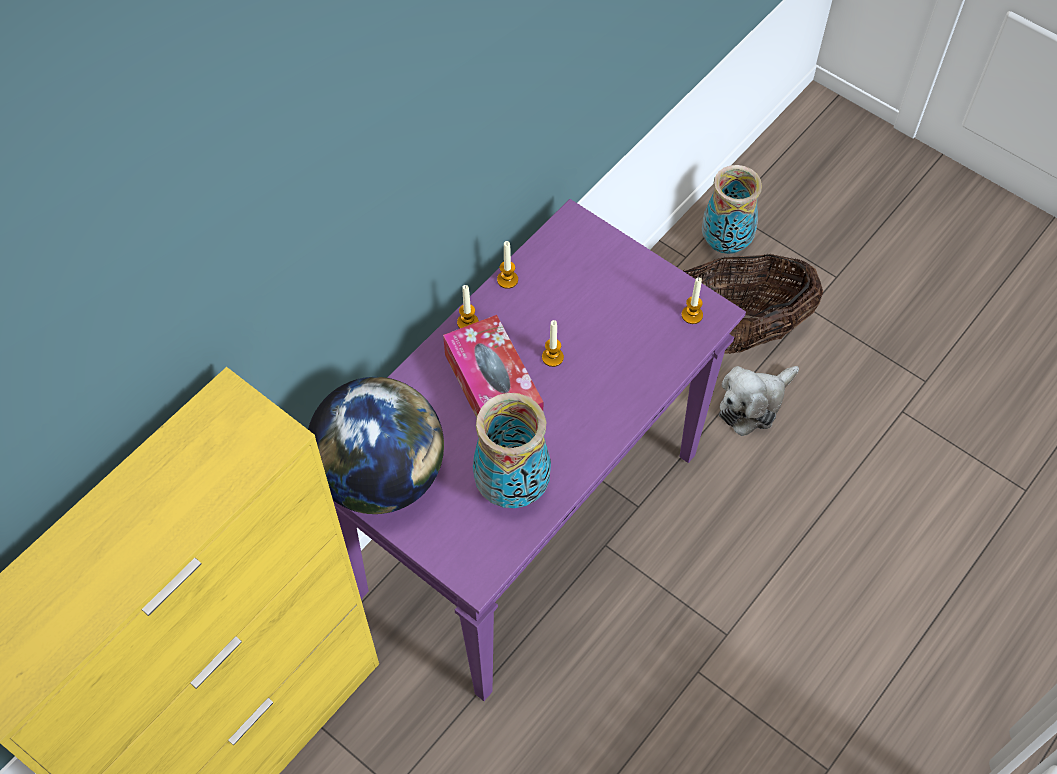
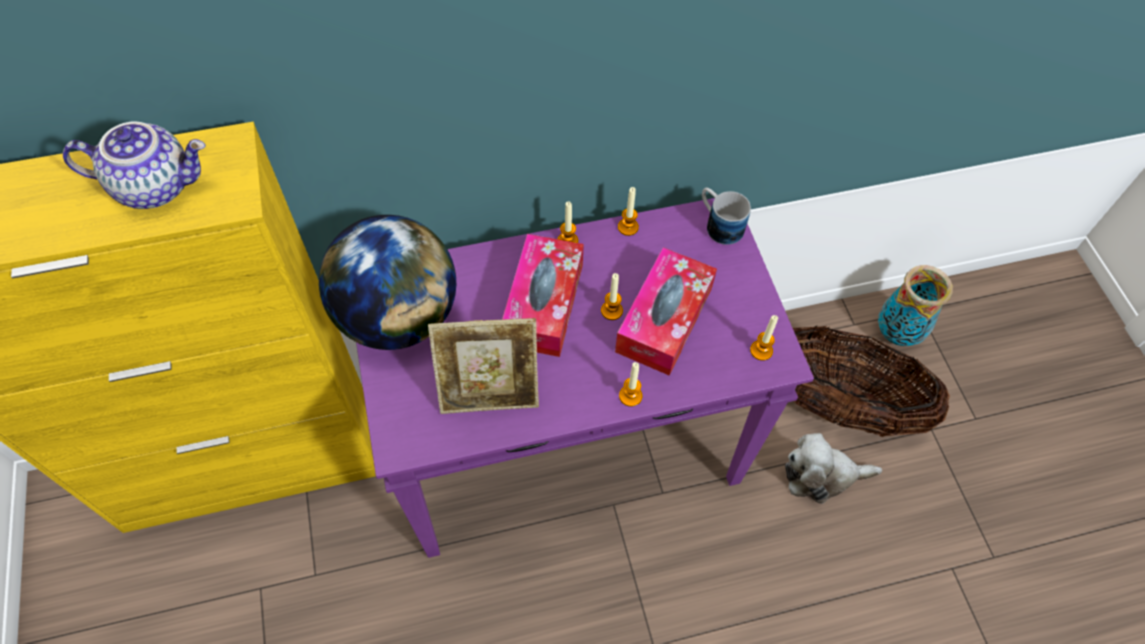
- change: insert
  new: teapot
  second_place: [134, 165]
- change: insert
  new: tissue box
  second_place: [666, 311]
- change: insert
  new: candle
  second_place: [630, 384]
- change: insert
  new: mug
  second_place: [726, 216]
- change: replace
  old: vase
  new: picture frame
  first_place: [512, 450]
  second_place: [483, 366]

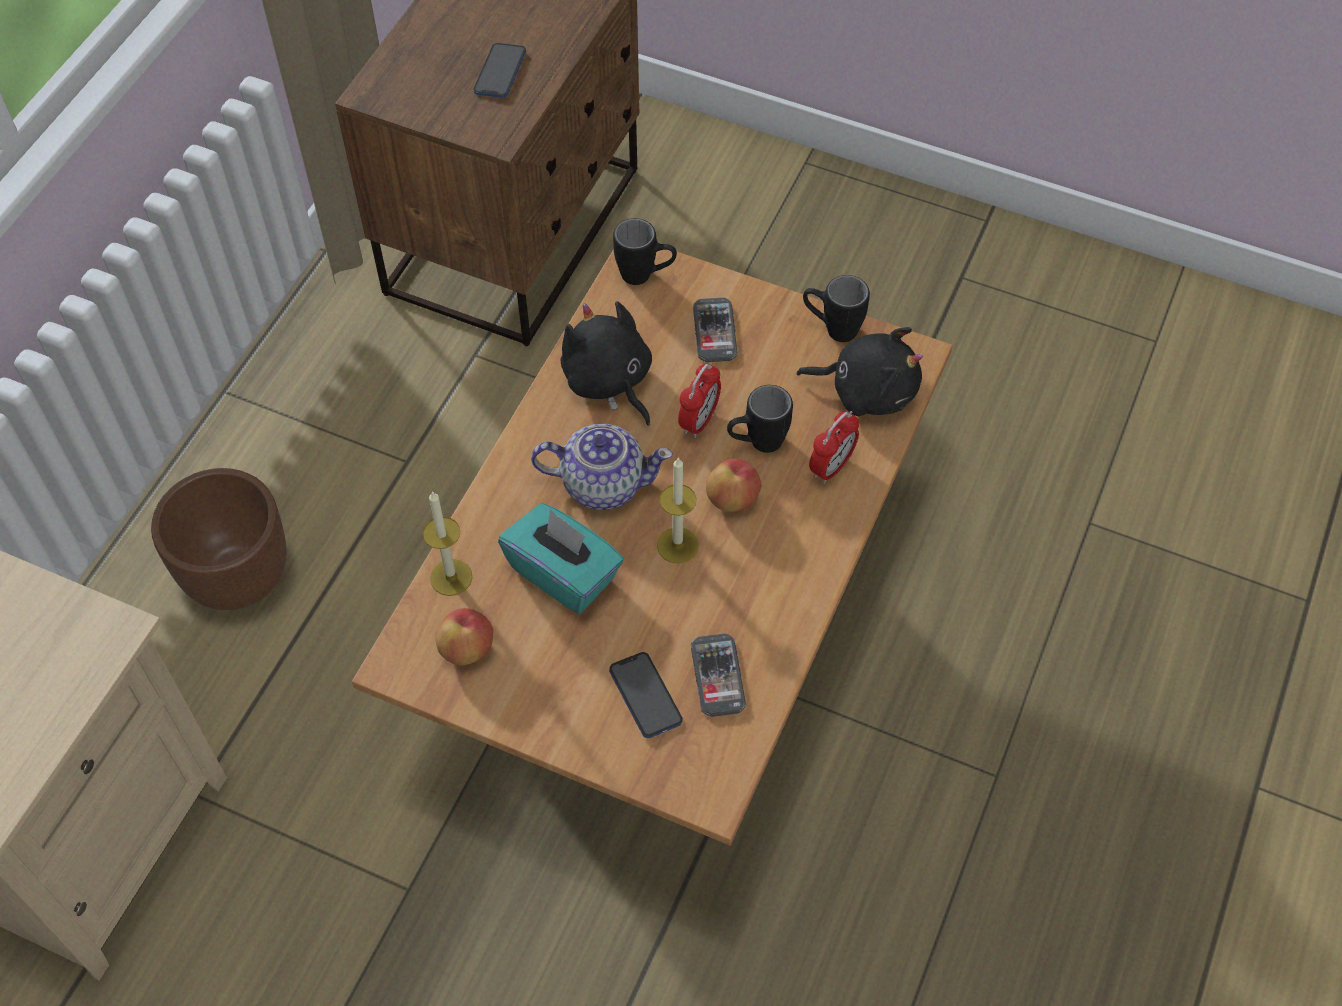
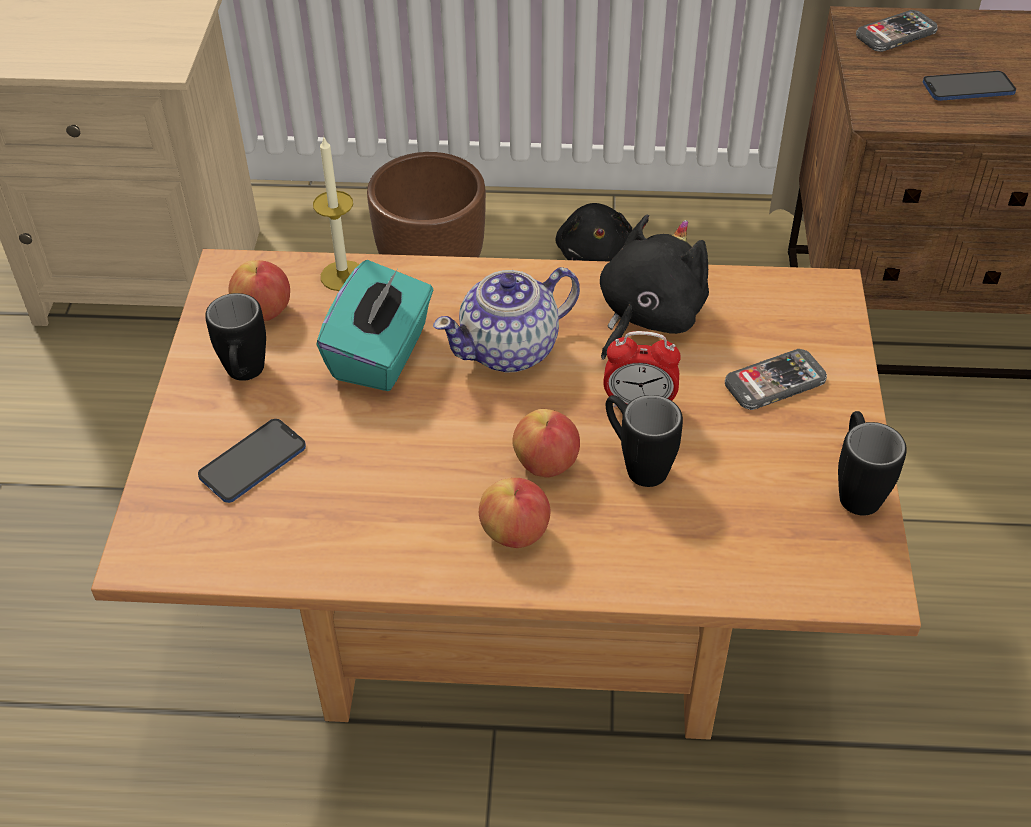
- change: delete
  old: candle
  first_place: [678, 510]
- change: delete
  old: alarm clock
  first_place: [834, 447]
- change: insert
  new: apple
  second_place: [515, 513]
- change: move
  old: black mug
  first_place: [645, 251]
  second_place: [235, 337]
- change: move
  old: phone
  first_place: [718, 675]
  second_place: [896, 31]
- change: move
  old: black plush toy
  first_place: [859, 371]
  second_place: [593, 232]
- change: rotate
  old: teapot
  first_place: [602, 467]
  second_place: [506, 320]
  degrees: 75

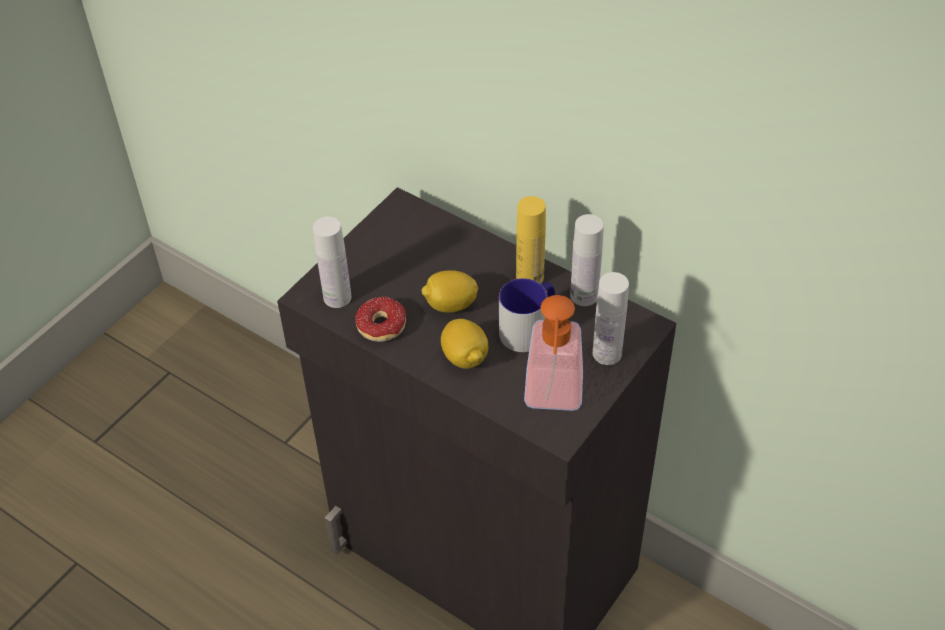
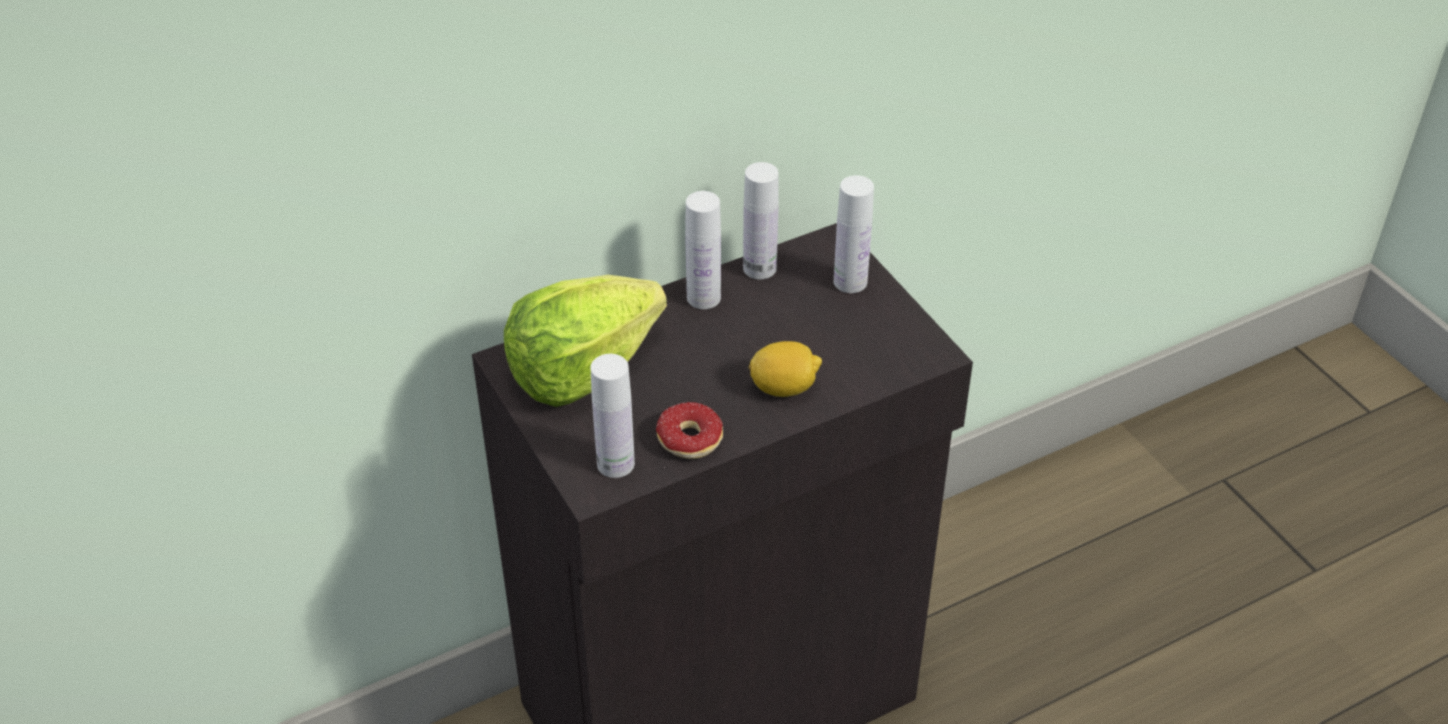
- change: delete
  old: lemon
  first_place: [450, 291]
- change: delete
  old: mug
  first_place: [527, 315]
- change: delete
  old: soap dispenser
  first_place: [553, 353]
- change: insert
  new: lettuce
  second_place: [585, 341]
- change: recolor
  old: yellow bottle
  new: white bottle
  first_place: [531, 240]
  second_place: [703, 250]

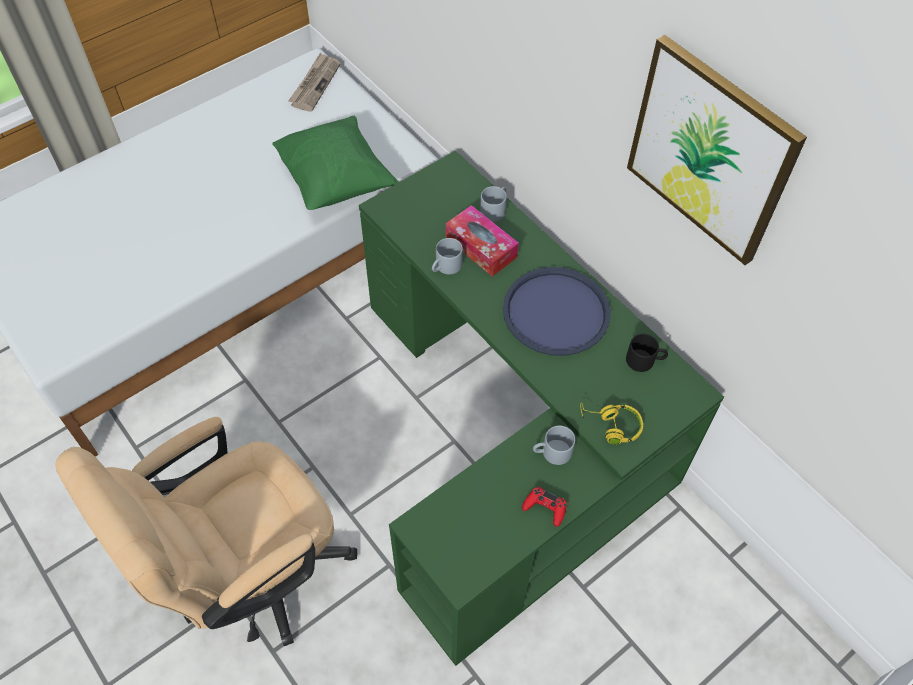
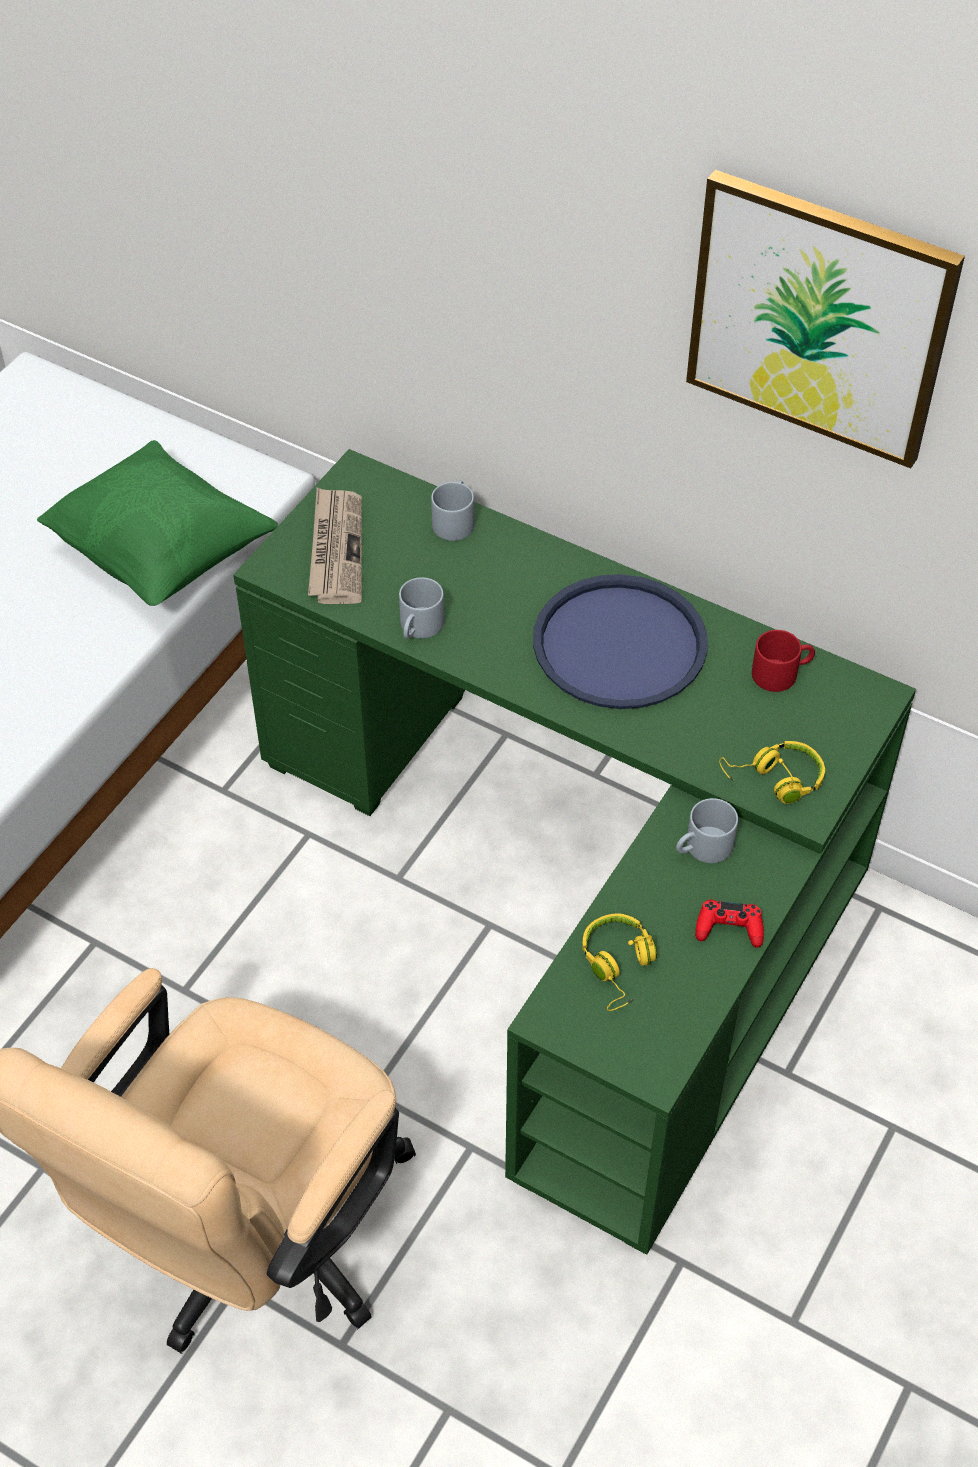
- change: delete
  old: tissue box
  first_place: [482, 240]
- change: insert
  new: yellow headphones
  second_place: [619, 962]
- change: move
  old: newspaper
  first_place: [314, 82]
  second_place: [335, 546]
- change: recolor
  old: black mug
  new: red mug
  first_place: [647, 353]
  second_place: [783, 661]

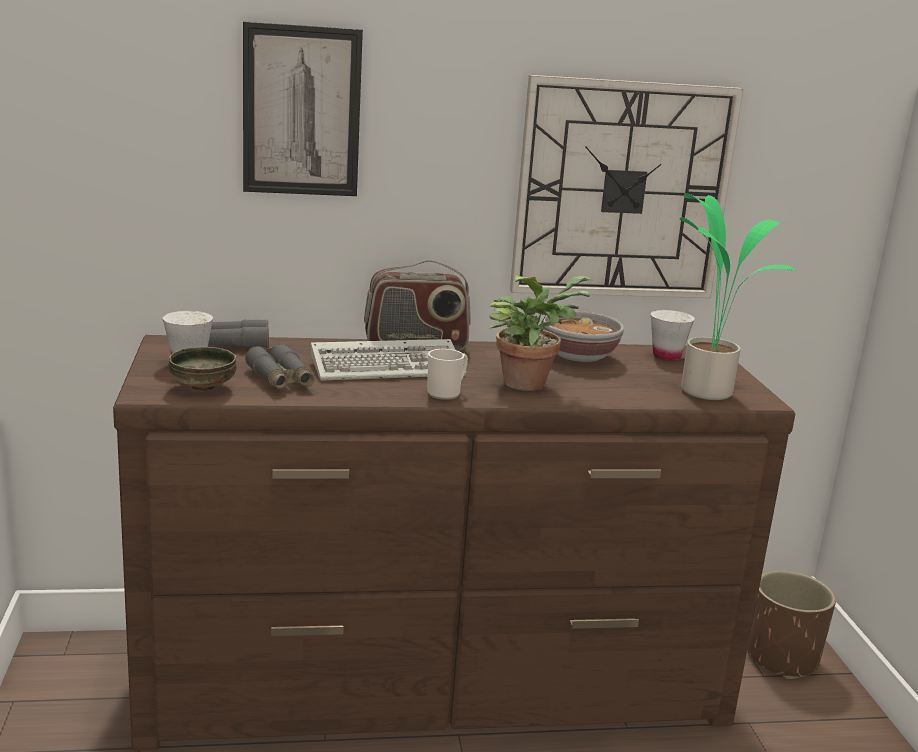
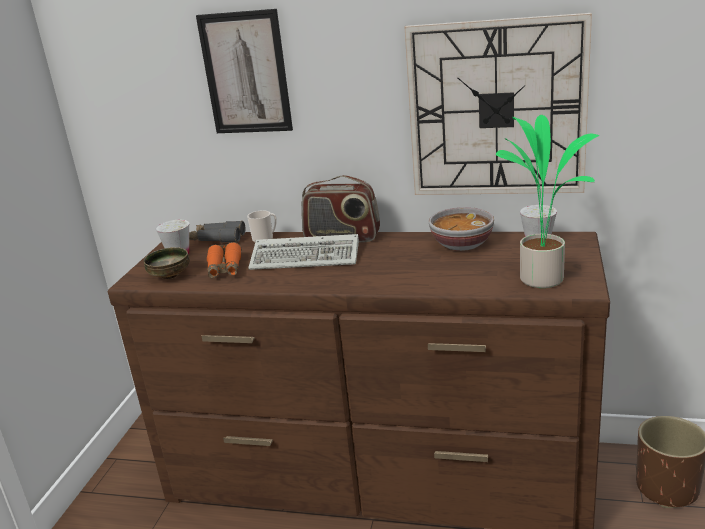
- change: delete
  old: potted plant
  first_place: [540, 333]
- change: move
  old: mug
  first_place: [447, 374]
  second_place: [262, 226]
- change: recolor
  old: grey binoculars
  new: orange binoculars
  first_place: [280, 366]
  second_place: [224, 260]

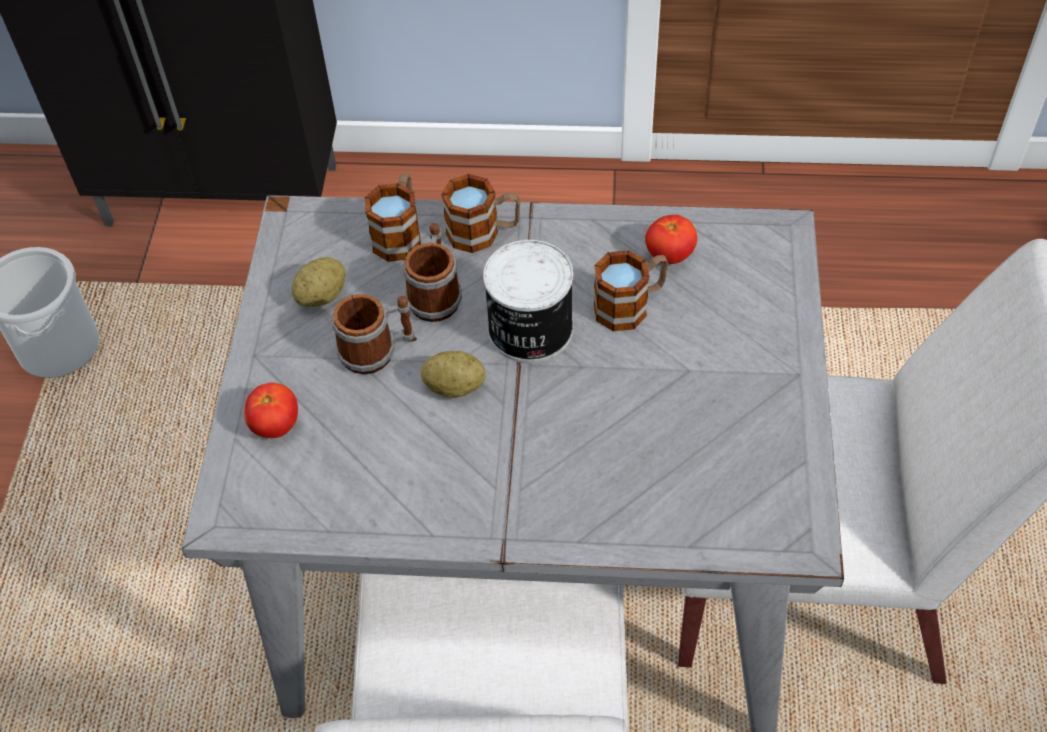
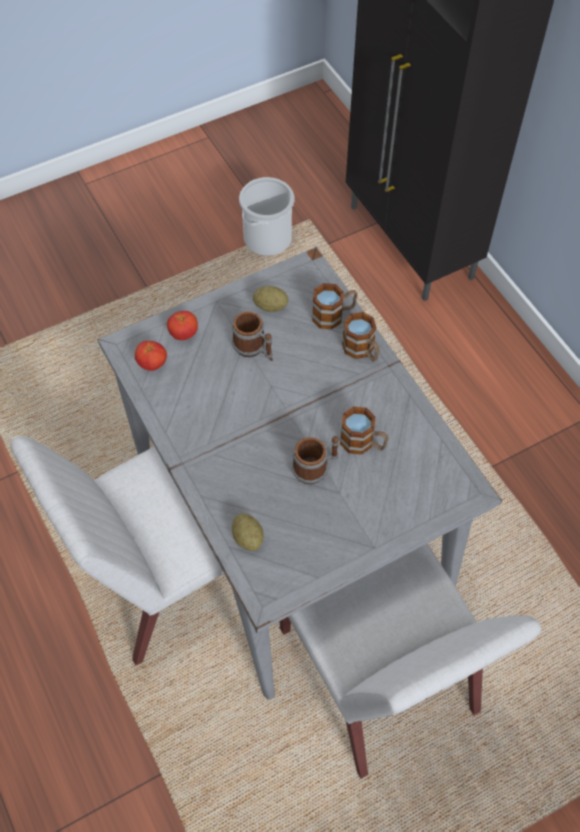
- change: delete
  old: can
  first_place: [528, 301]
- change: move
  old: mug
  first_place: [432, 272]
  second_place: [315, 460]
- change: move
  old: potato
  first_place: [453, 374]
  second_place: [248, 532]
- change: move
  old: tomato
  first_place: [671, 239]
  second_place: [151, 356]

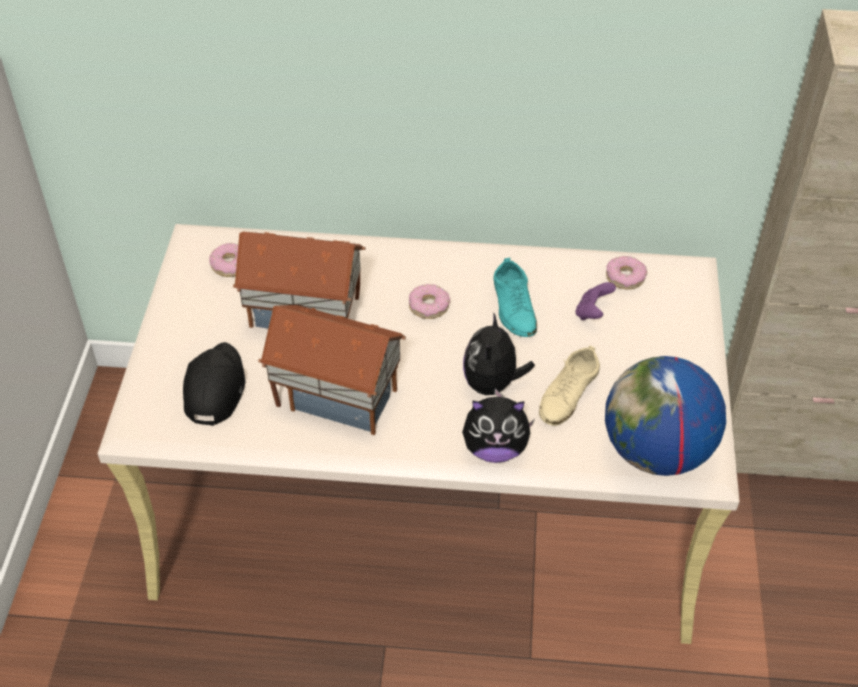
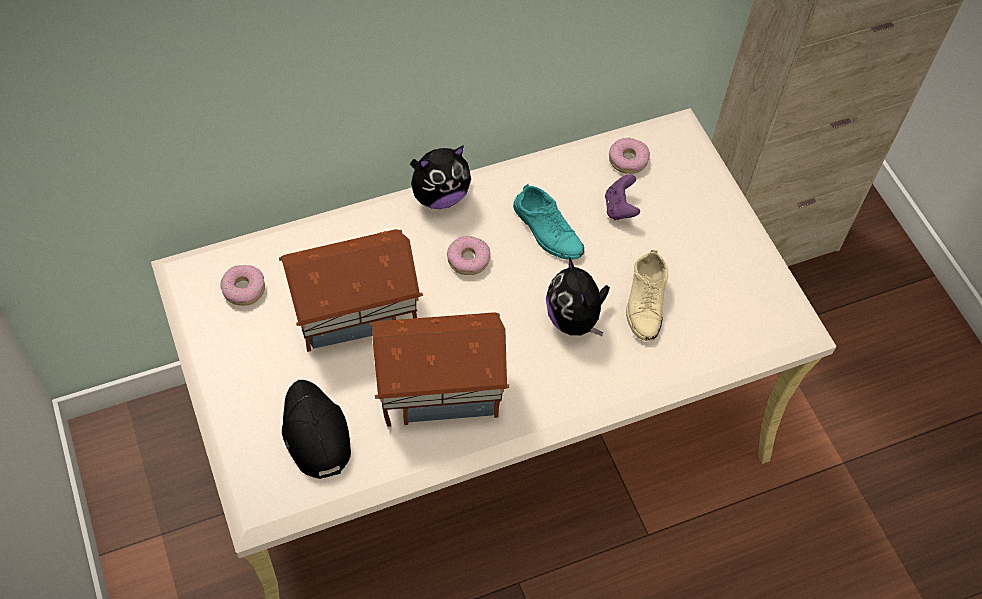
- change: delete
  old: globe
  first_place: [665, 416]
- change: move
  old: plush toy
  first_place: [498, 430]
  second_place: [440, 177]

